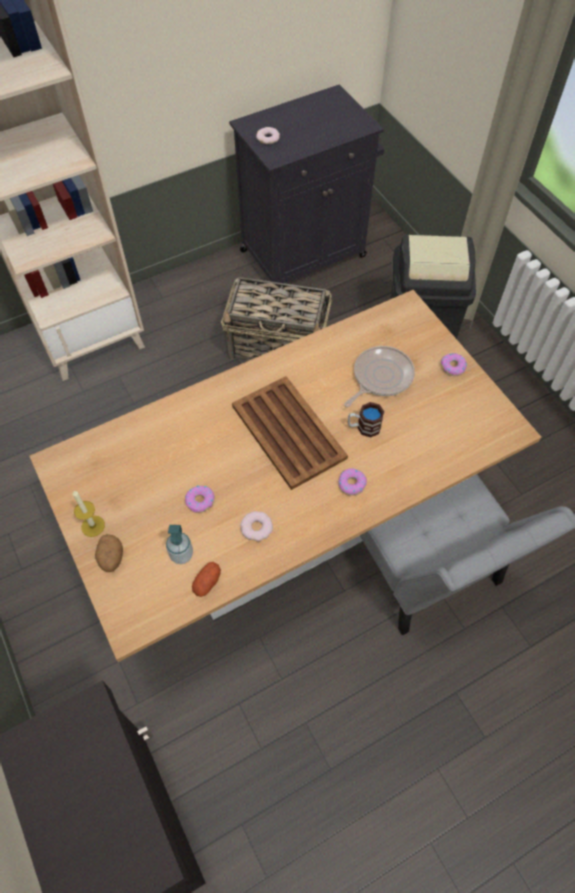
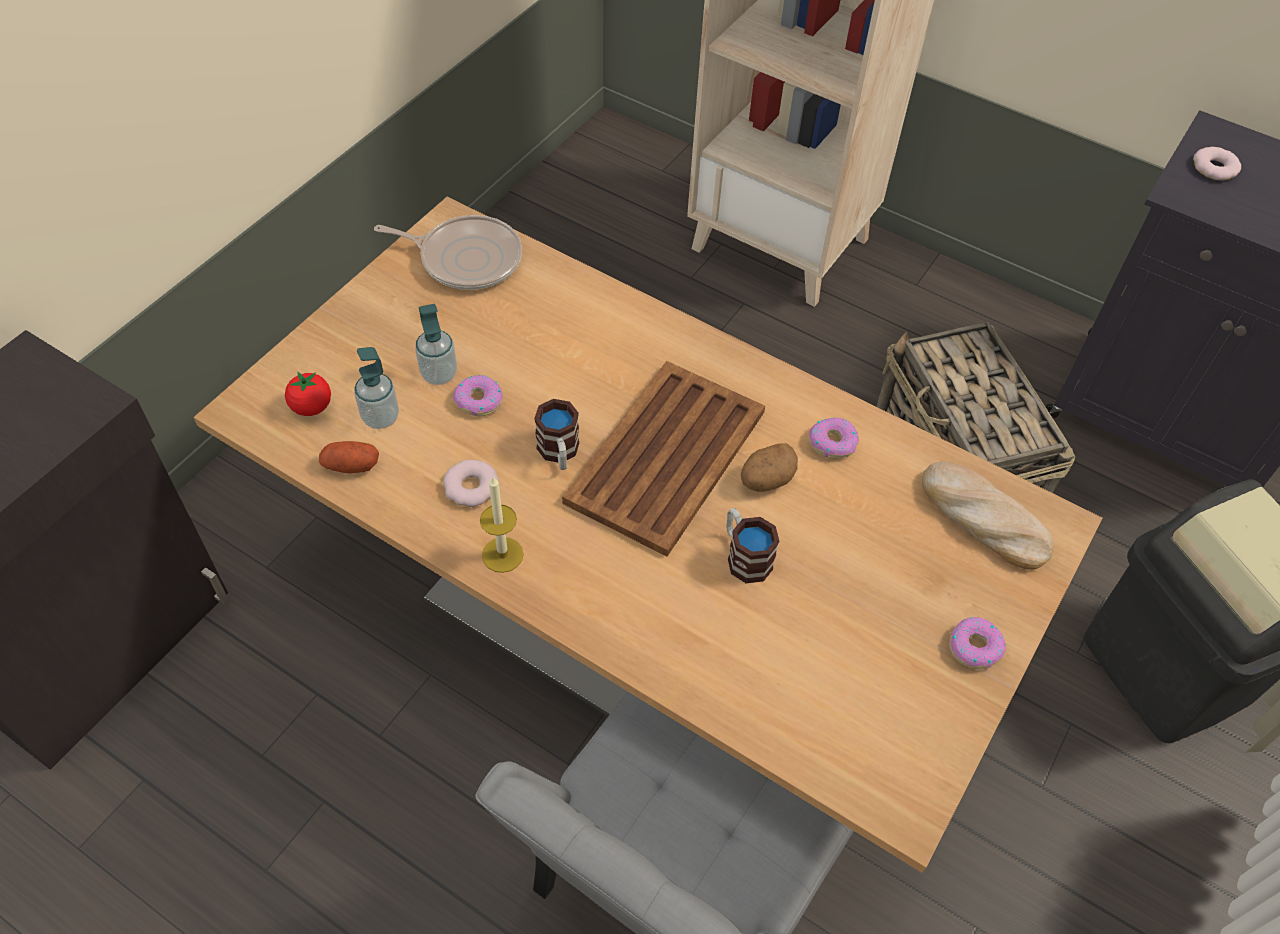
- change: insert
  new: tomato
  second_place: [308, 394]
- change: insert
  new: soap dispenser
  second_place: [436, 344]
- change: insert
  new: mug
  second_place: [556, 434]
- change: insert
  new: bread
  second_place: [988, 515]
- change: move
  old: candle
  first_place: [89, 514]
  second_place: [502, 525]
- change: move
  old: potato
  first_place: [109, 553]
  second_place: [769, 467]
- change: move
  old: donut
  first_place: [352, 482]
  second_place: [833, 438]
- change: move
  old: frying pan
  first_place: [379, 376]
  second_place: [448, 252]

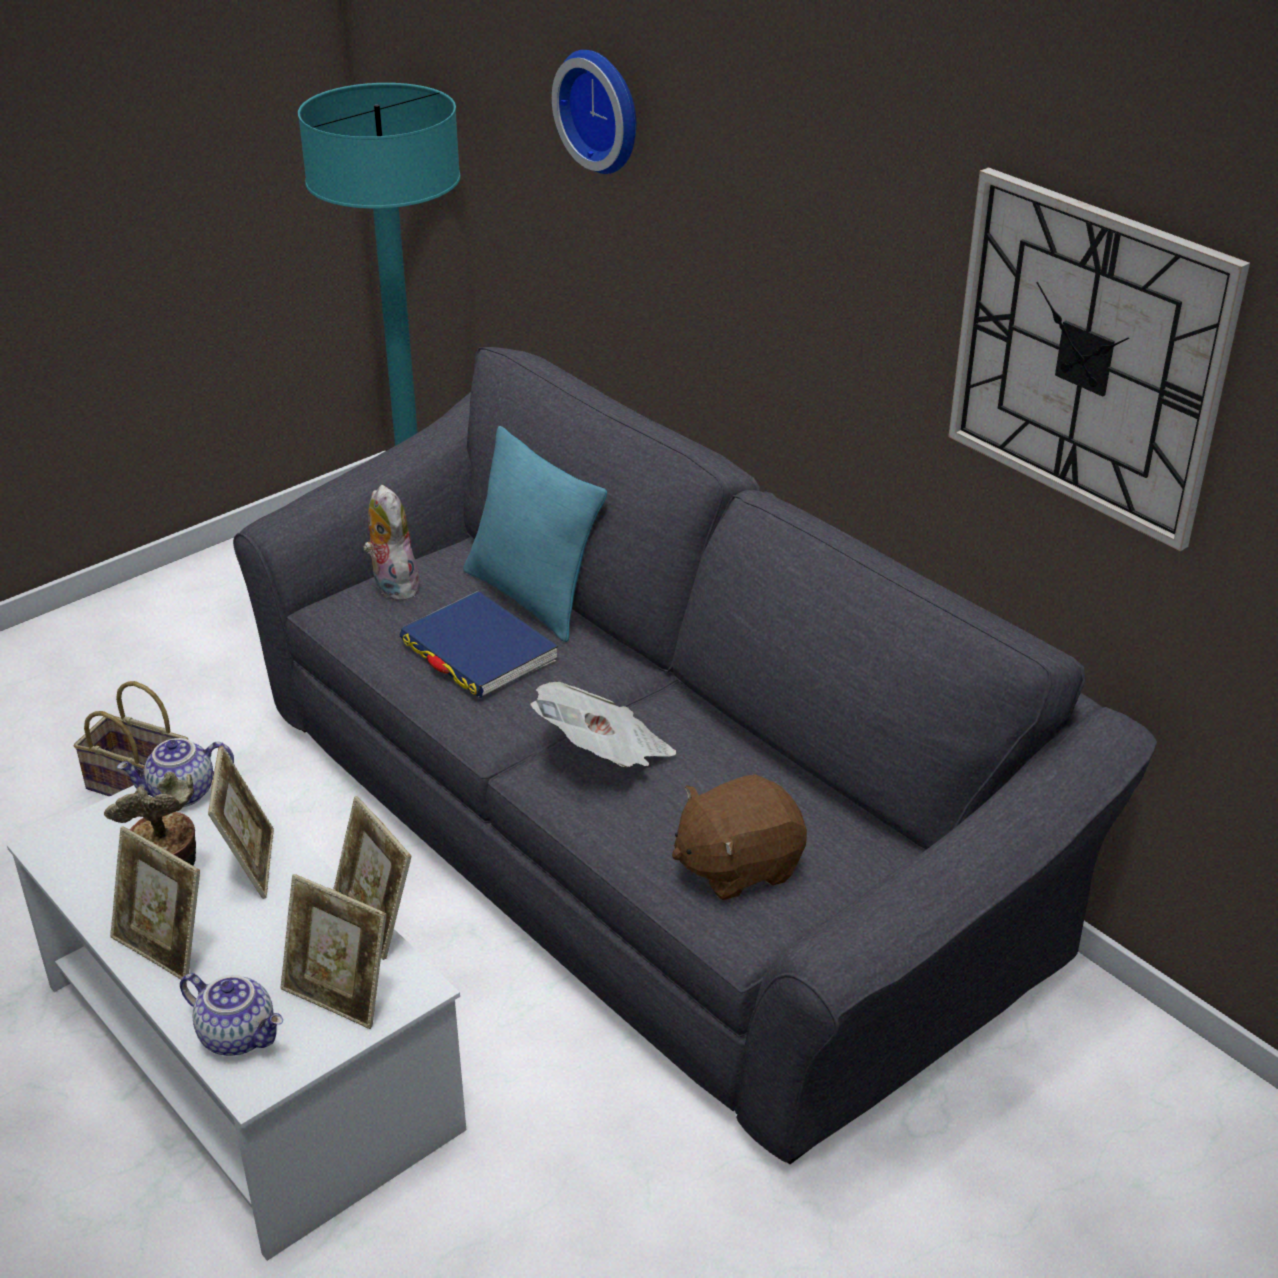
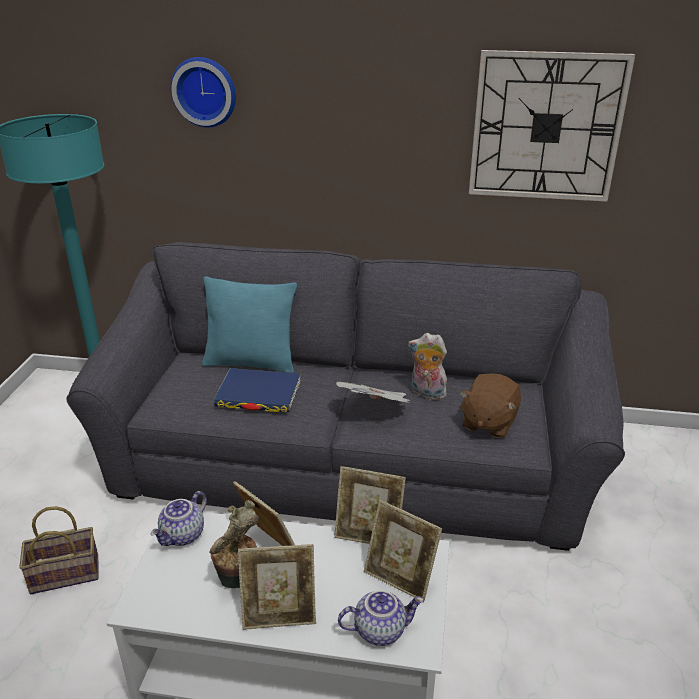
- change: move
  old: plush toy
  first_place: [391, 543]
  second_place: [427, 366]
- change: rotate
  old: picture frame
  first_place: [333, 951]
  second_place: [403, 551]
  degrees: 45

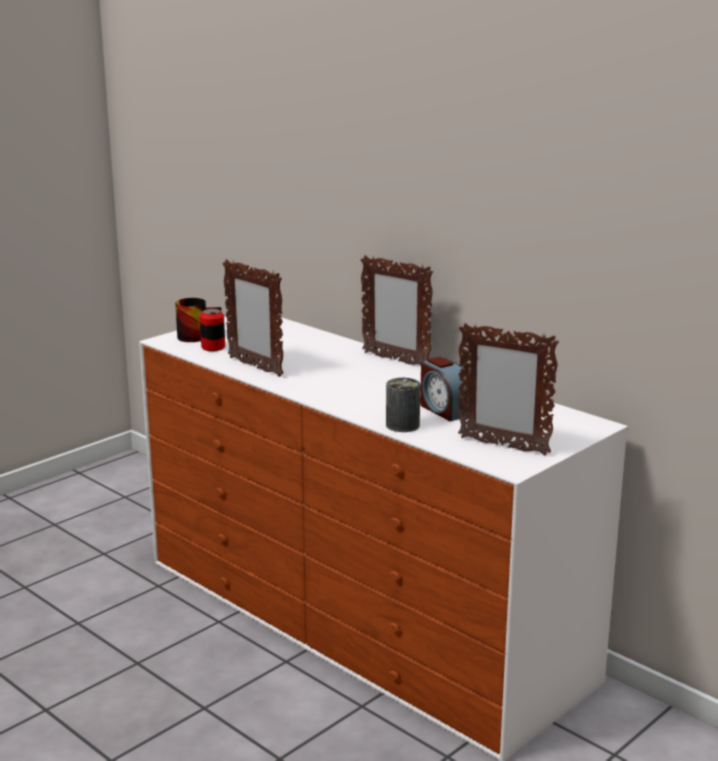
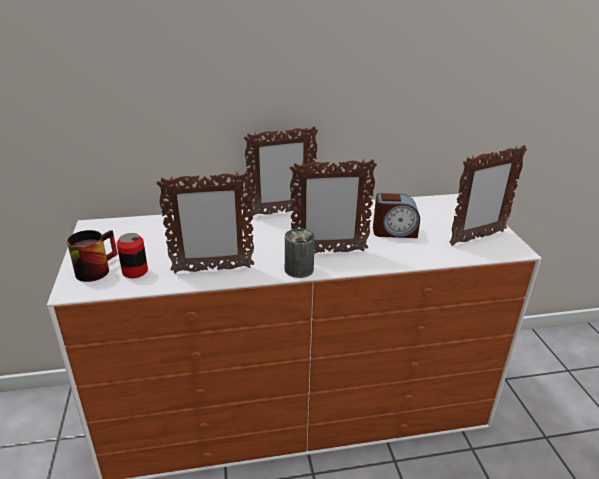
- change: insert
  new: picture frame
  second_place: [333, 206]
- change: move
  old: can
  first_place: [403, 405]
  second_place: [300, 253]

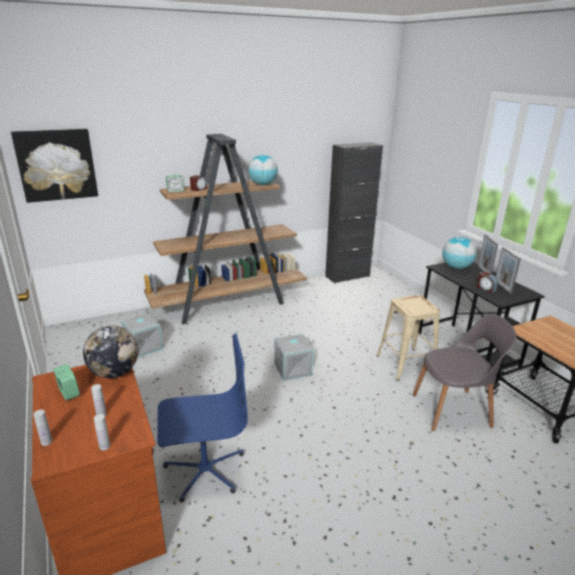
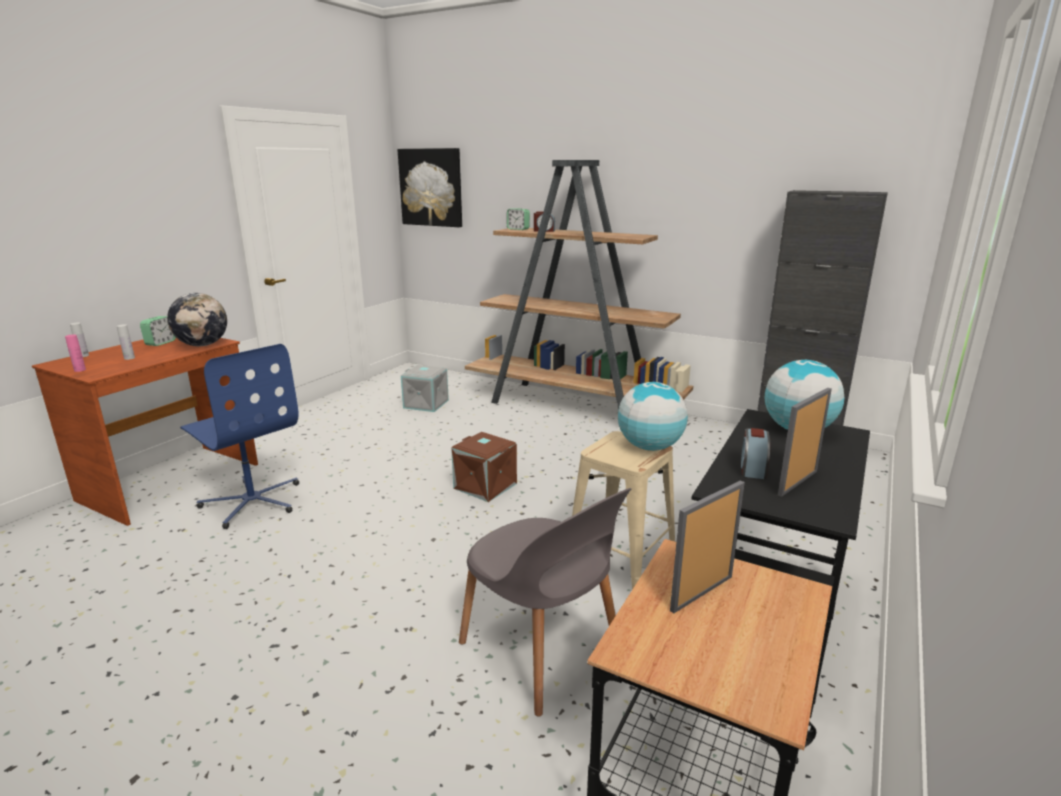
- change: move
  old: globe
  first_place: [263, 170]
  second_place: [653, 416]
- change: move
  old: picture frame
  first_place: [488, 254]
  second_place: [707, 546]
- change: recolor
  old: white bottle
  new: pink bottle
  first_place: [102, 432]
  second_place: [75, 353]
- change: recolor
  old: grey storage box
  new: brown storage box
  first_place: [294, 357]
  second_place: [484, 467]

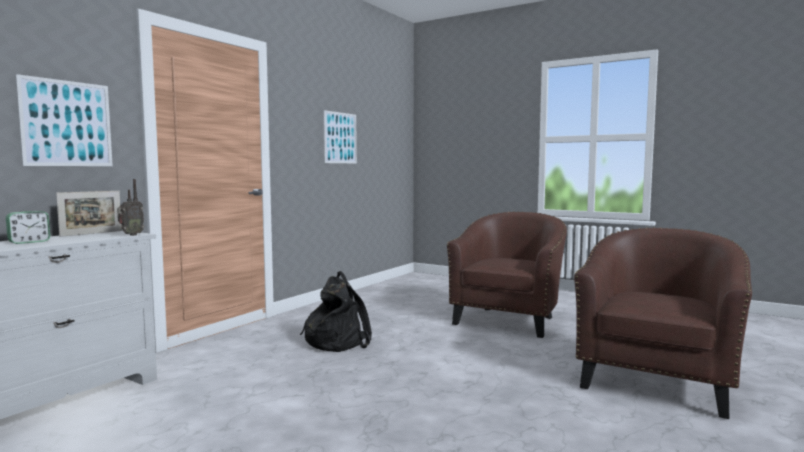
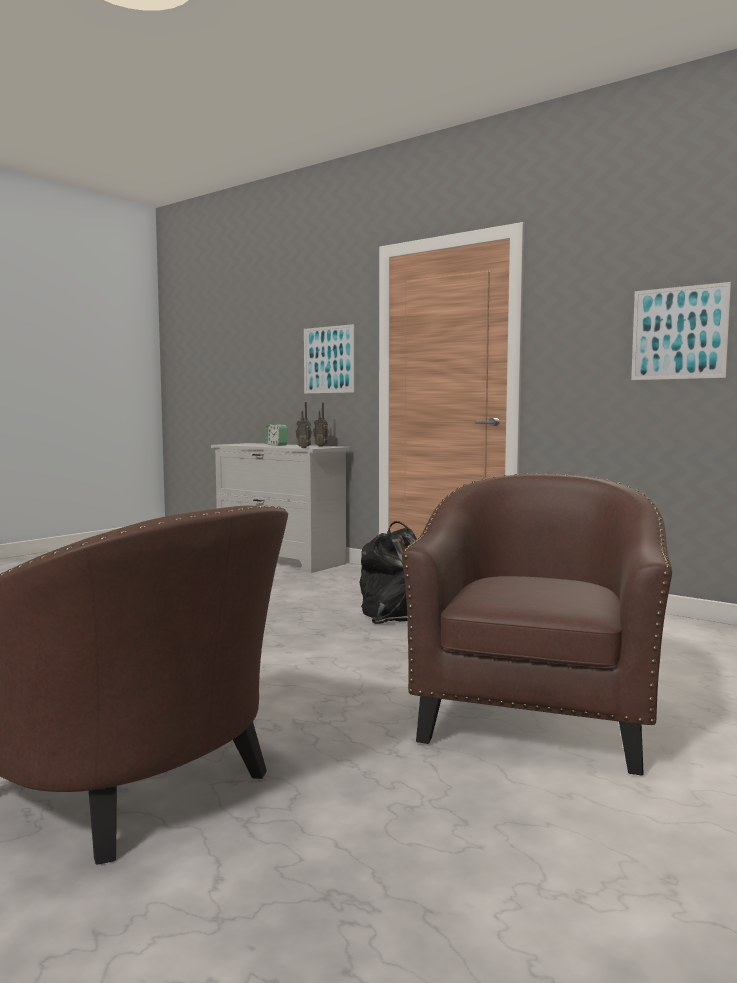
- change: replace
  old: picture frame
  new: radio
  first_place: [89, 214]
  second_place: [321, 424]
- change: rotate
  old: brown armchair
  first_place: [507, 274]
  second_place: [537, 624]
  degrees: -105

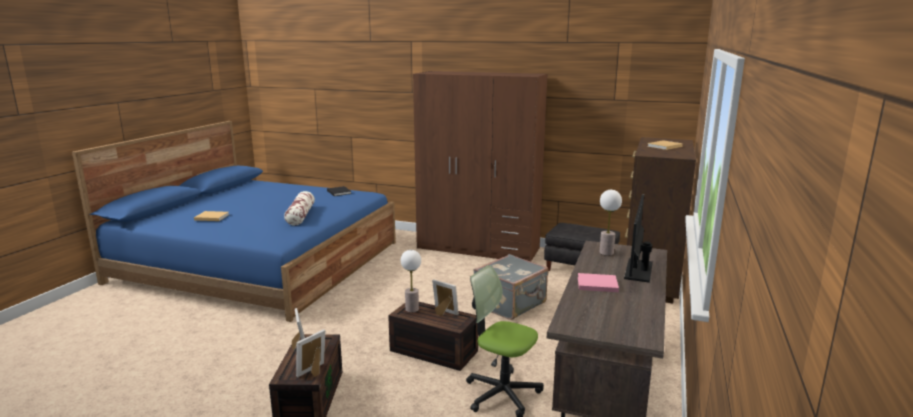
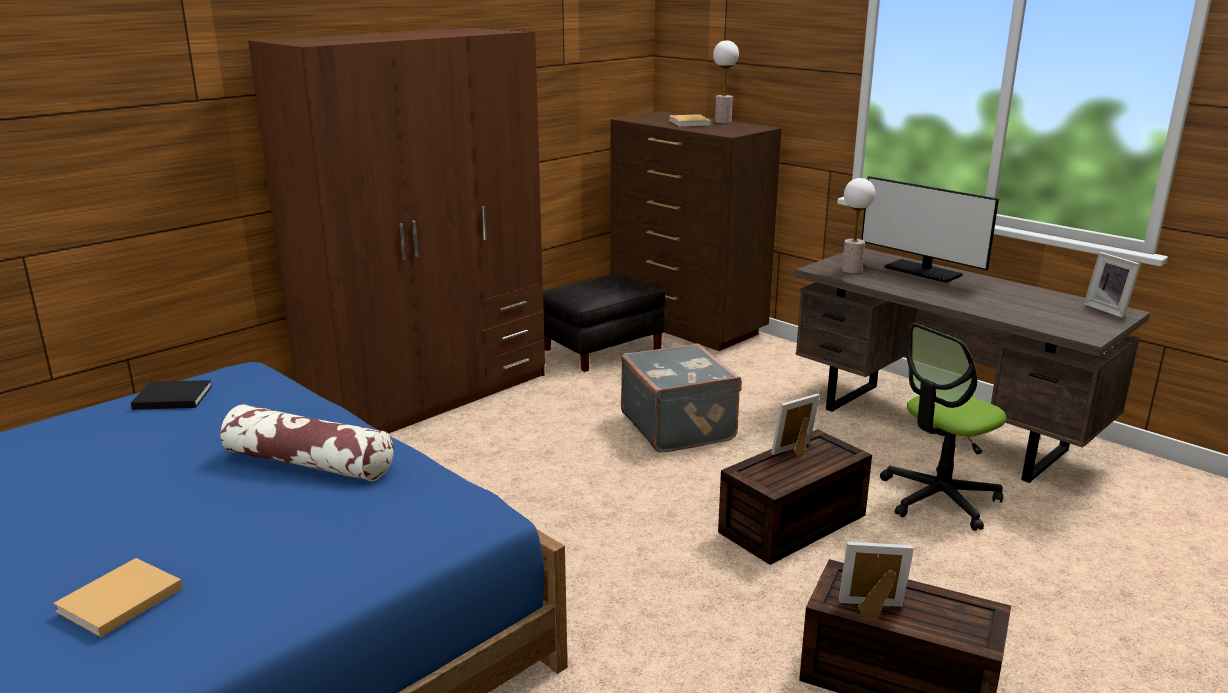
- change: delete
  old: pink book
  first_place: [598, 282]
- change: move
  old: picture frame
  first_place: [310, 353]
  second_place: [1112, 285]
- change: move
  old: table lamp
  first_place: [411, 281]
  second_place: [726, 82]

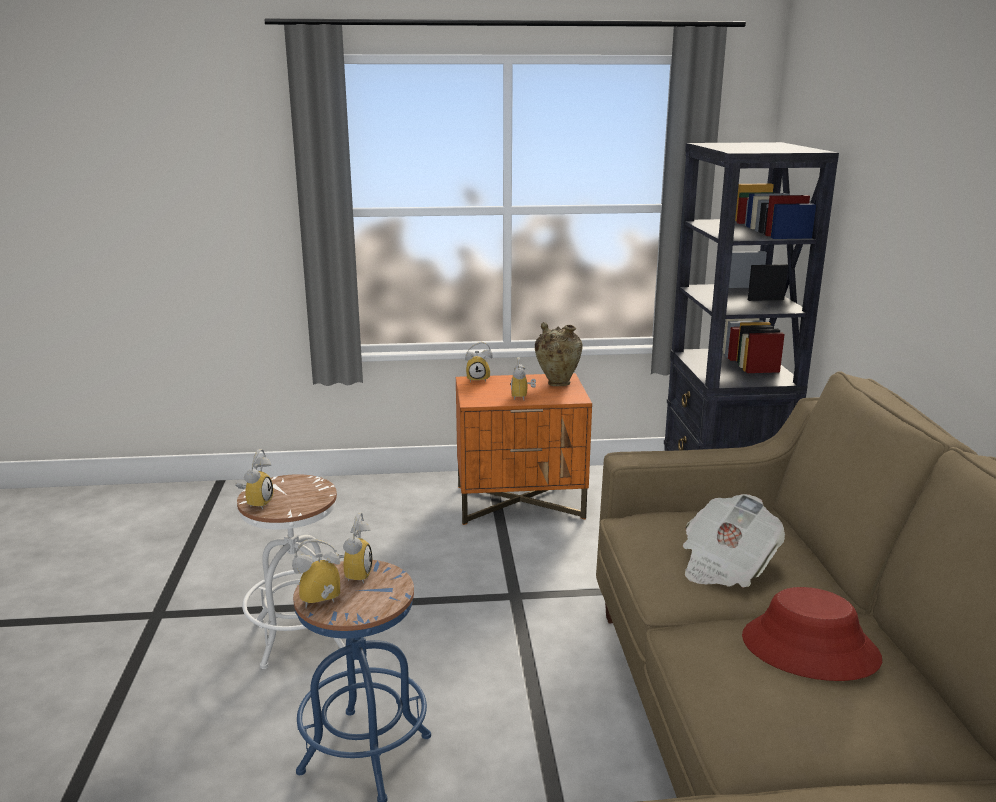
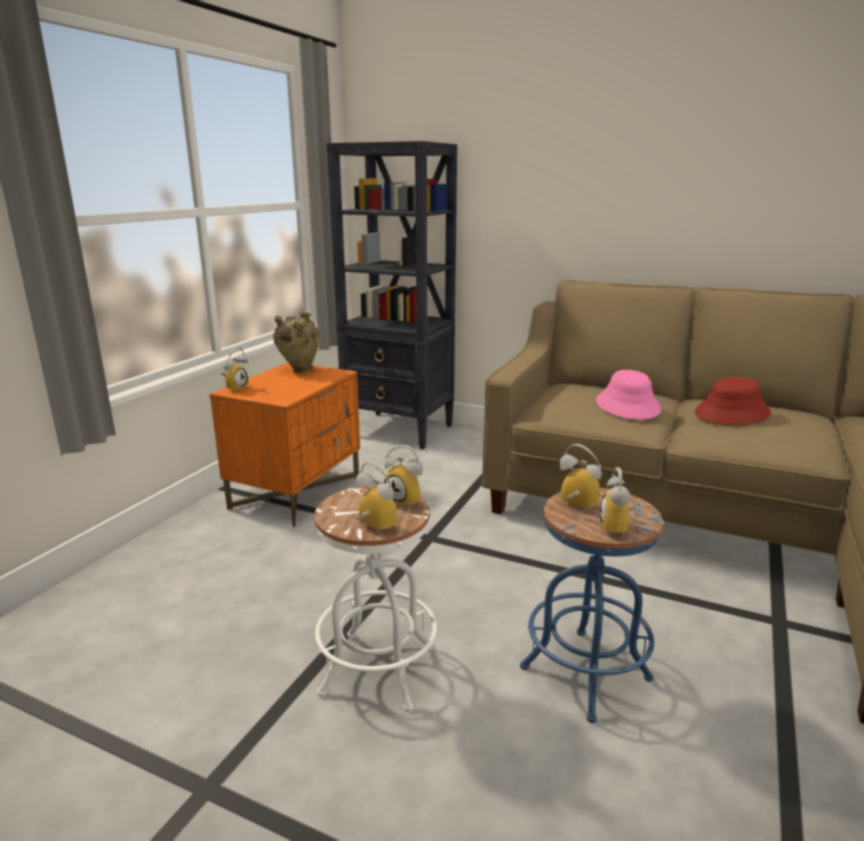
- change: move
  old: alarm clock
  first_place: [523, 378]
  second_place: [403, 477]
- change: replace
  old: newspaper
  new: pink hat
  first_place: [734, 541]
  second_place: [628, 395]

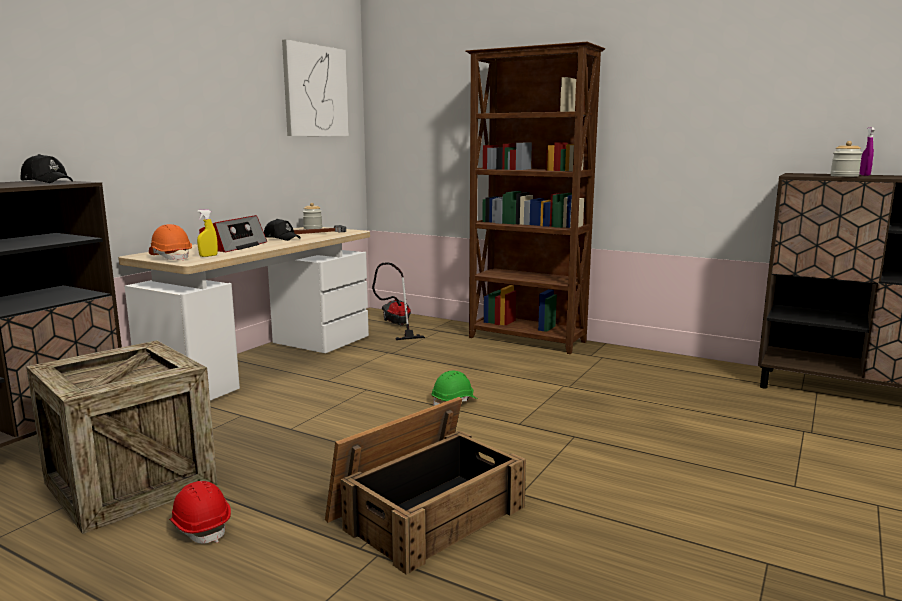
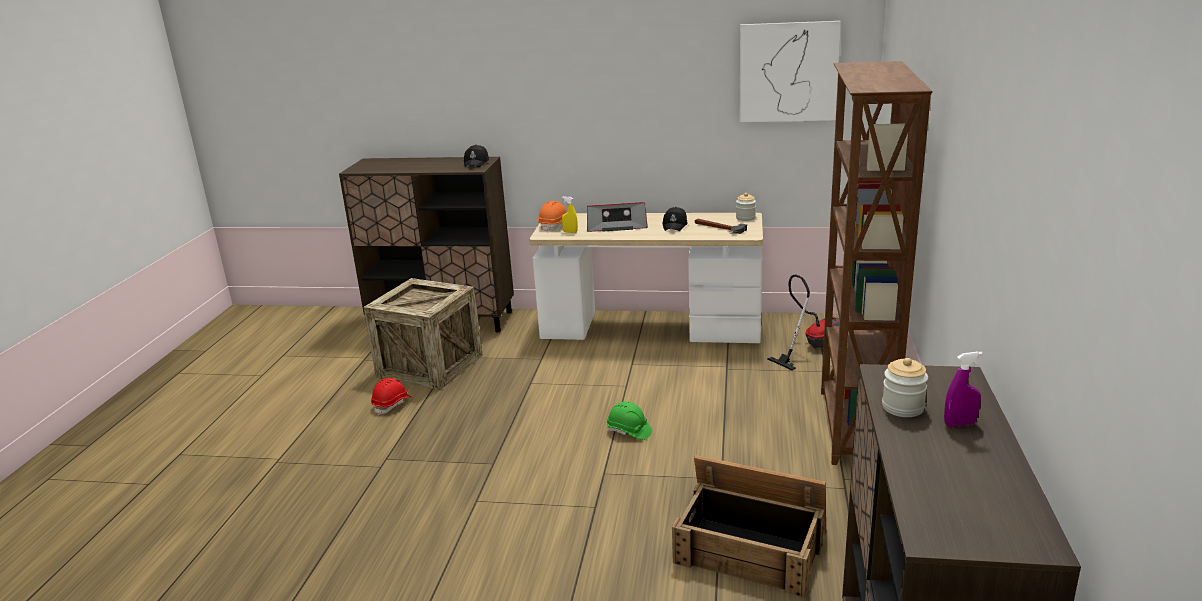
- change: move
  old: crate
  first_place: [425, 486]
  second_place: [749, 526]

